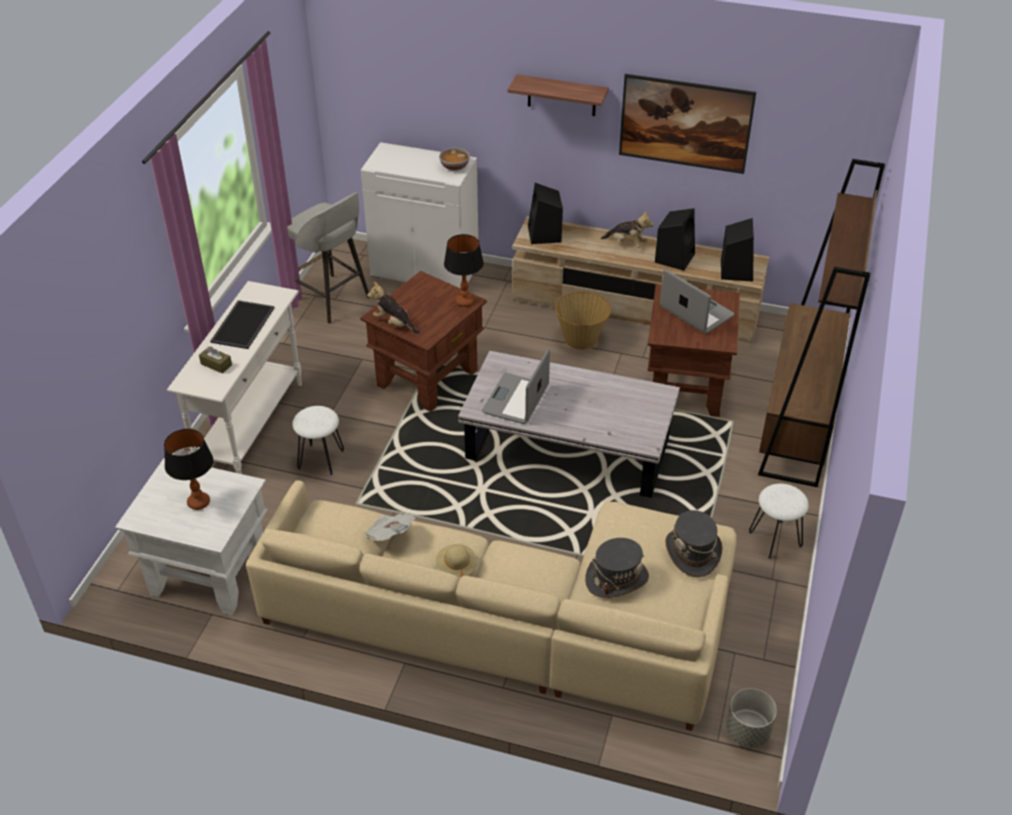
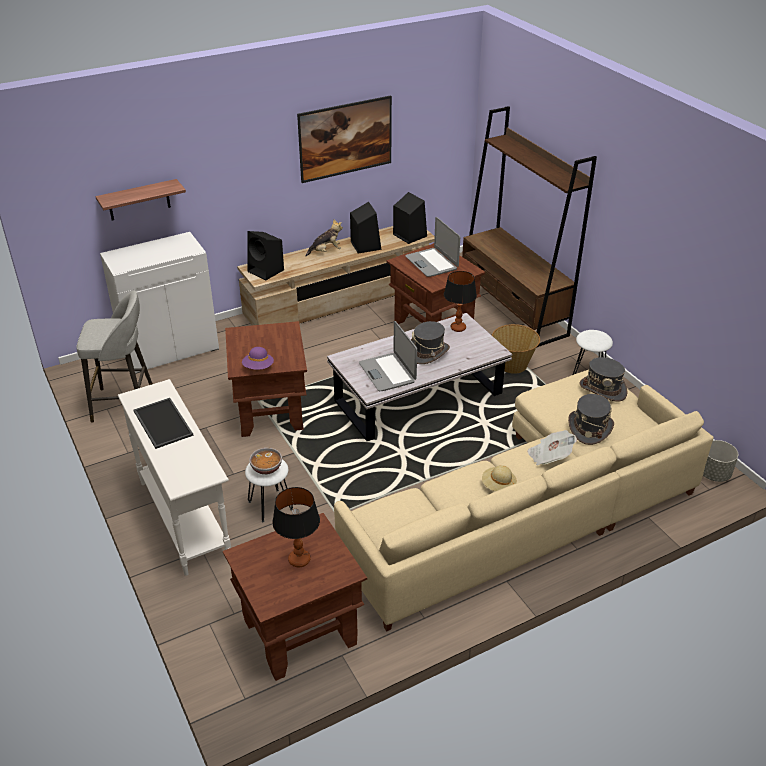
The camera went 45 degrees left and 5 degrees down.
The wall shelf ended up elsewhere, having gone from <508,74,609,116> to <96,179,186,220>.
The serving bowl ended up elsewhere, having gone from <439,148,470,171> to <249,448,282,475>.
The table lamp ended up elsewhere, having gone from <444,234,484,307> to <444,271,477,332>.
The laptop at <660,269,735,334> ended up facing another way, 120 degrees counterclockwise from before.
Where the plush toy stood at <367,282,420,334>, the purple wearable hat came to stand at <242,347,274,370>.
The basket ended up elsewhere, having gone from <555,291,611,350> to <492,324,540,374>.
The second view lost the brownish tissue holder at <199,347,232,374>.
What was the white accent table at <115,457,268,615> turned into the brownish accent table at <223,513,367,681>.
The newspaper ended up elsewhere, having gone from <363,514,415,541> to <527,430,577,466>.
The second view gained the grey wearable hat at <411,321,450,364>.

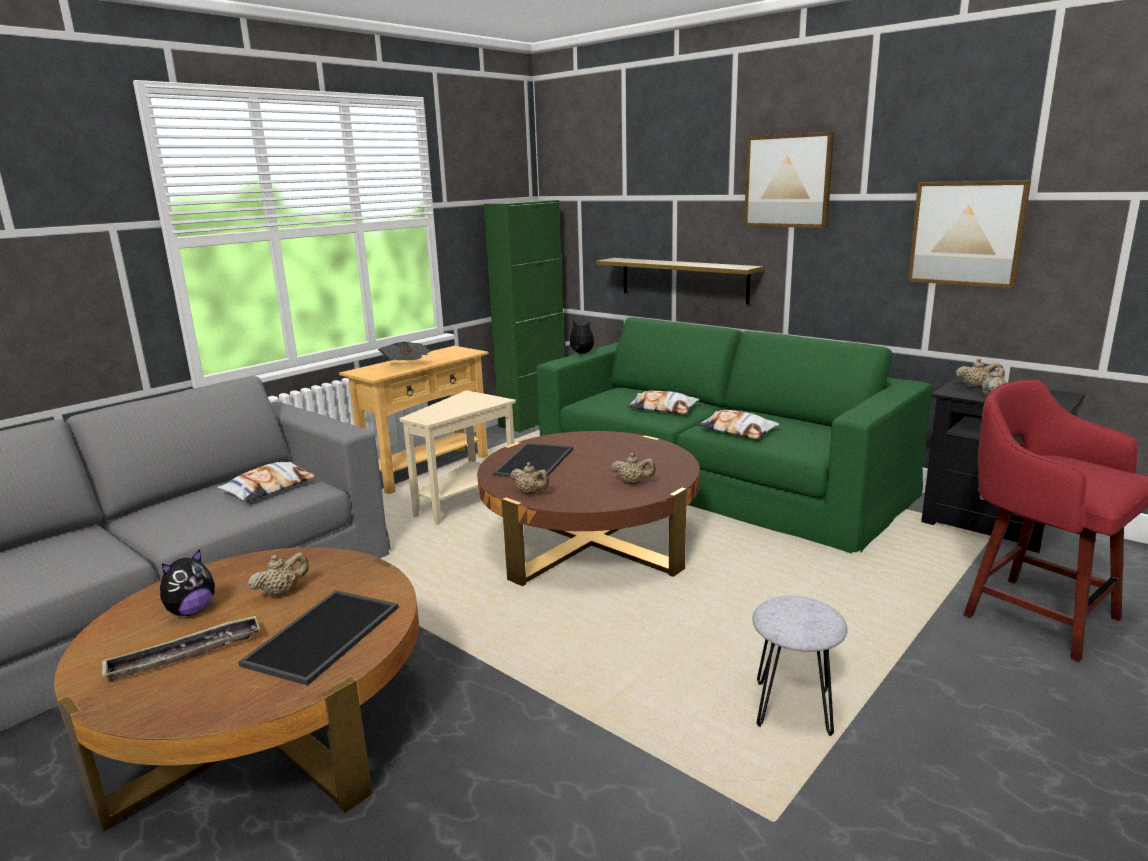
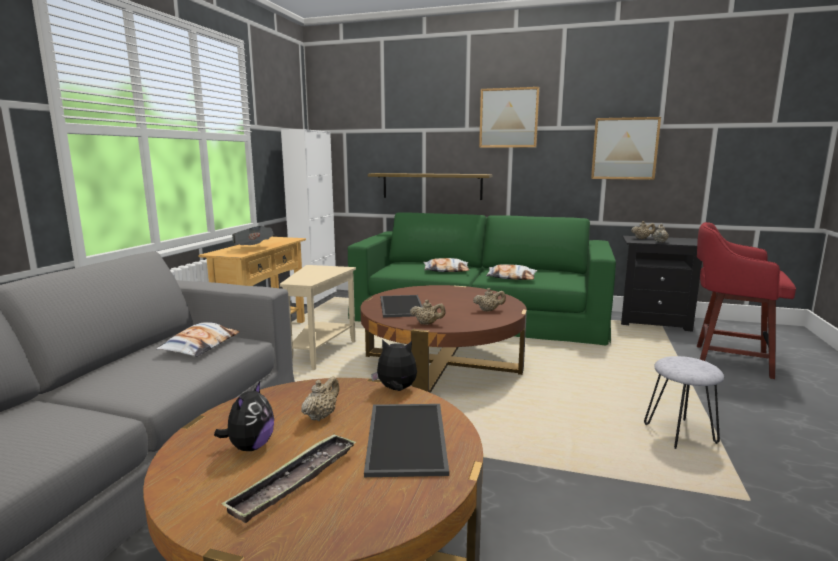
The camera went 25 degrees left and 5 degrees down.
What was the green cabinet at <484,200,565,433> turned into the white cabinet at <281,129,337,304>.
The plush toy ended up elsewhere, having gone from <565,321,594,354> to <371,339,417,391>.

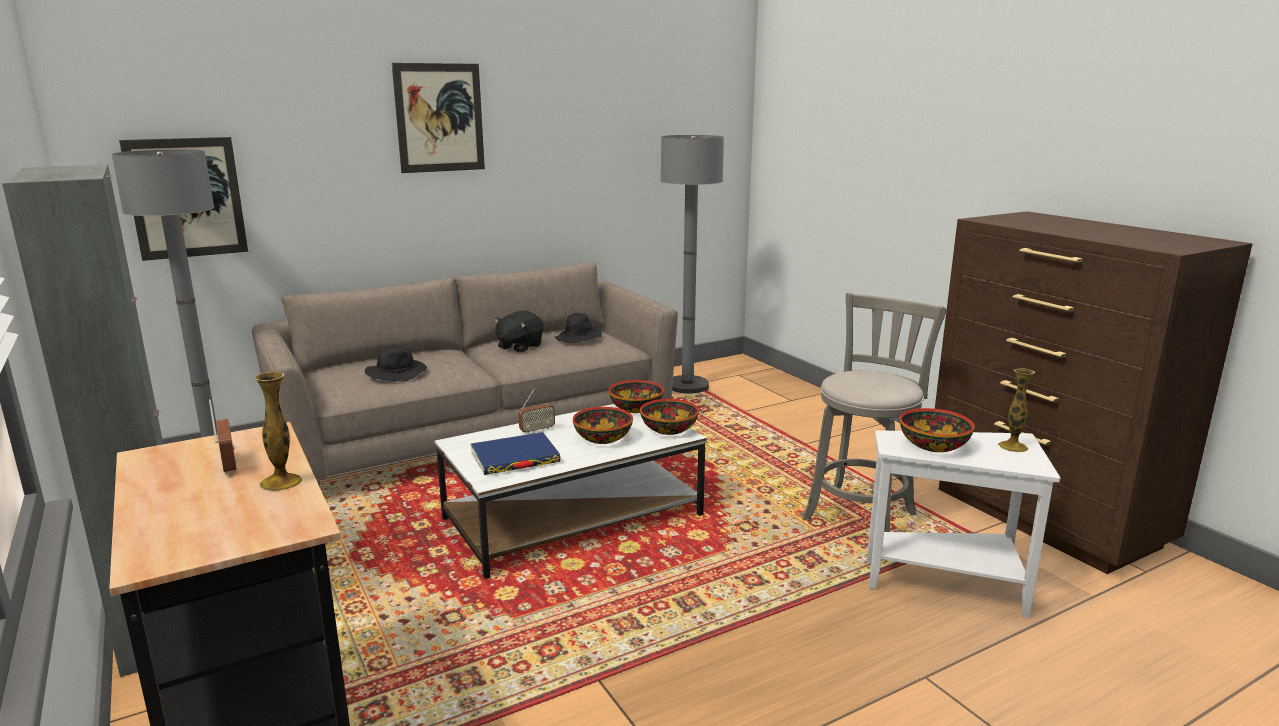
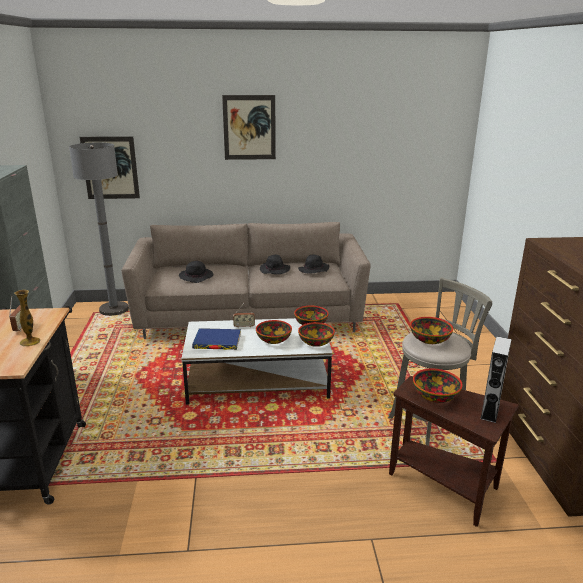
The camera went 25 degrees right and 5 degrees up.
The second view lost the grey standard lamp at <661,135,724,394>.
Where the blackish plush toy stood at <494,311,544,353>, the blackish wearable hat came to stand at <260,255,290,274>.
Where the vase stood at <998,368,1035,452>, the grey audio speaker came to stand at <480,336,511,423>.
What was the white accent table at <867,430,1060,618> turned into the brownish accent table at <389,376,519,527>.
The second view gained the serving bowl at <410,317,453,344>.

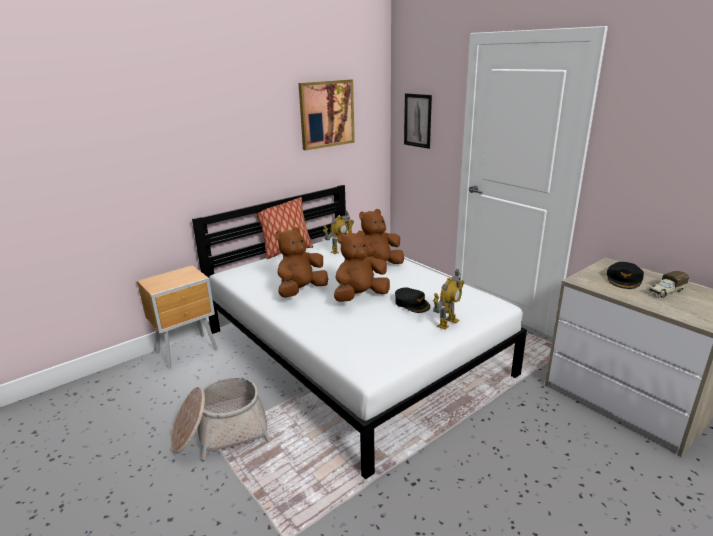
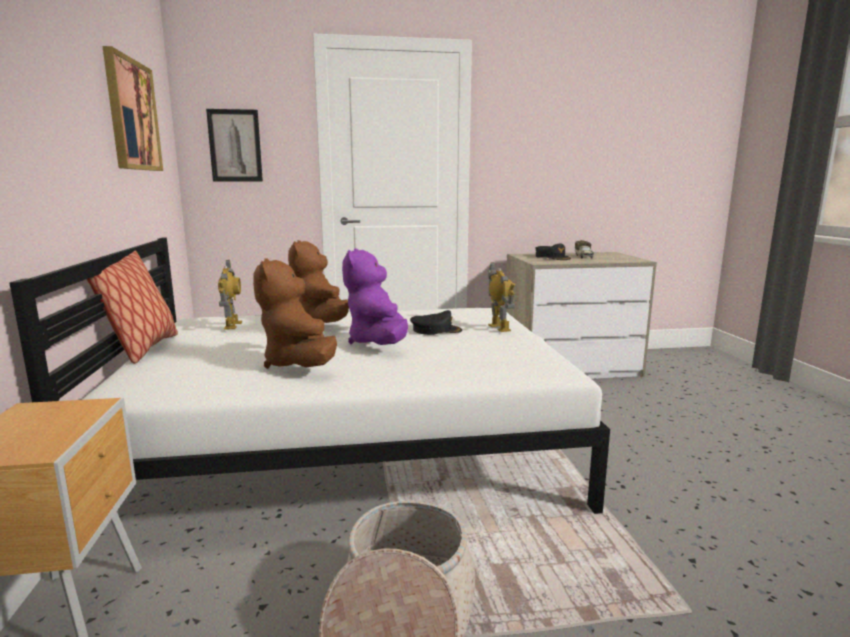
The camera went 60 degrees left and 10 degrees down.
What was the brownish plush toy at <334,230,390,302> turned into the purple plush toy at <342,248,408,345>.

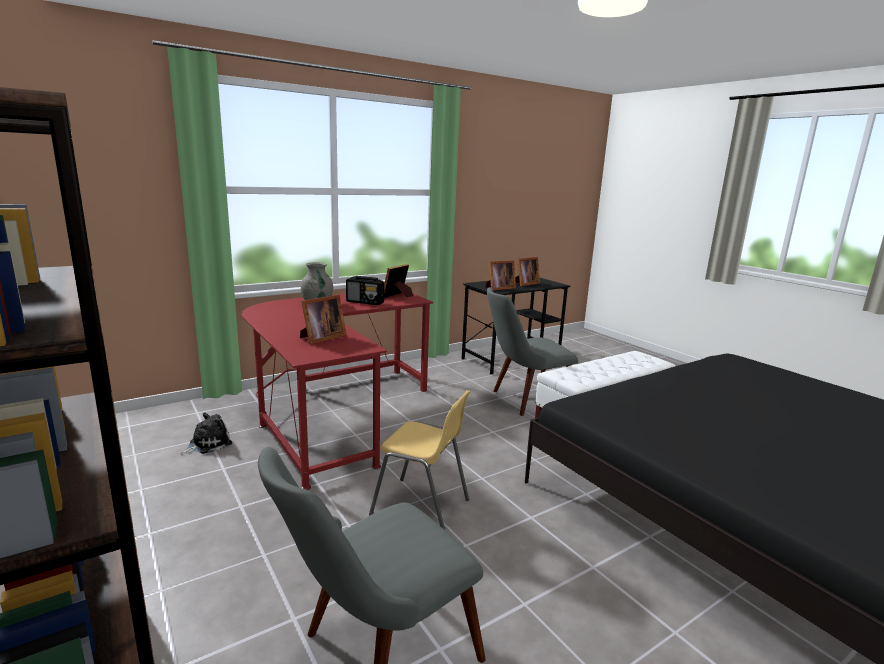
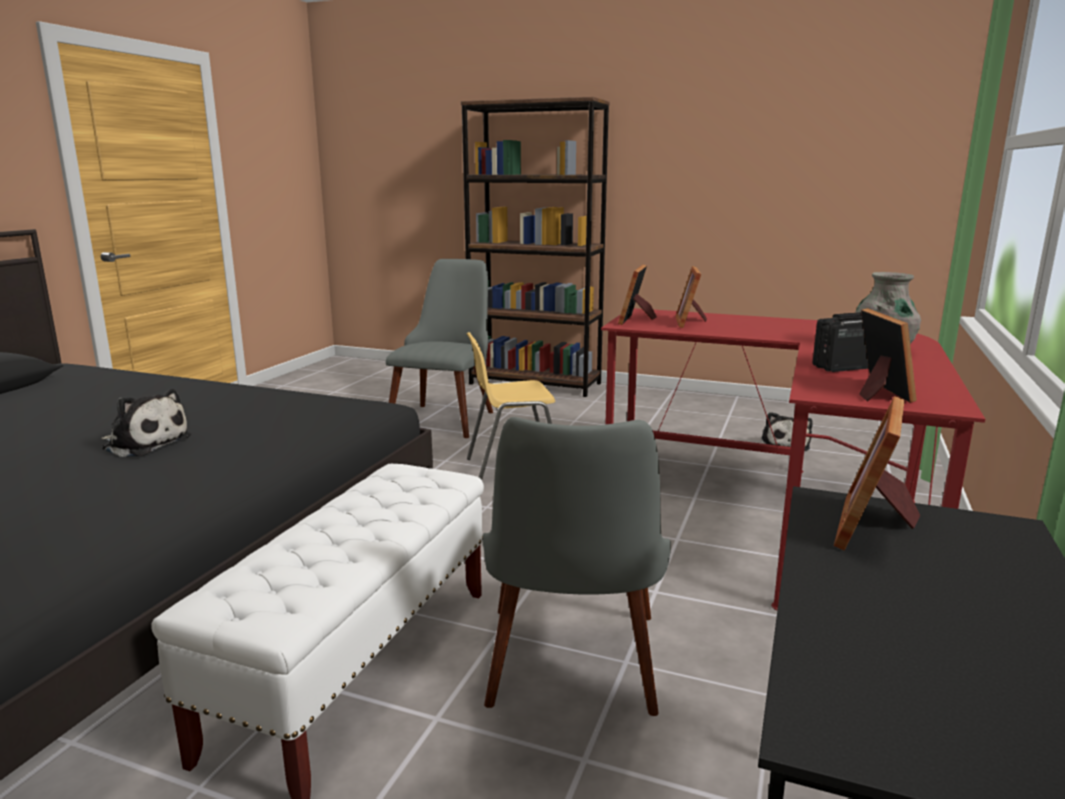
The camera went 145 degrees right and 0 degrees up.
The standing frame ended up elsewhere, having gone from <515,257,540,286> to <618,265,657,325>.
The grey plain chair at <487,287,578,416> ended up facing another way, 150 degrees clockwise from before.
The second view gained the plush toy at <101,389,191,457>.

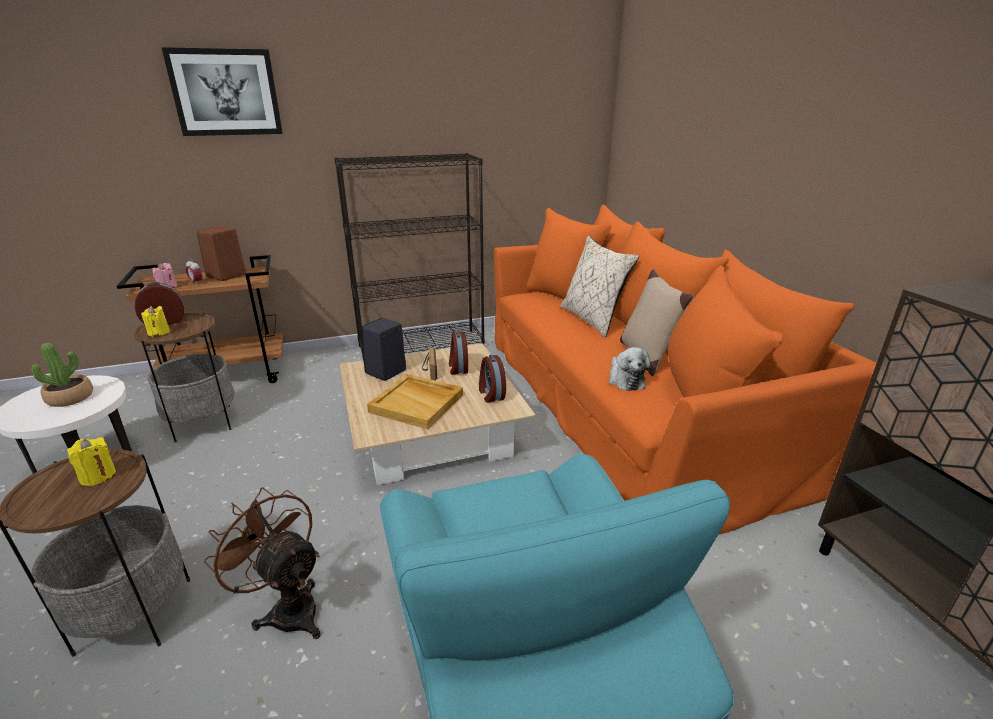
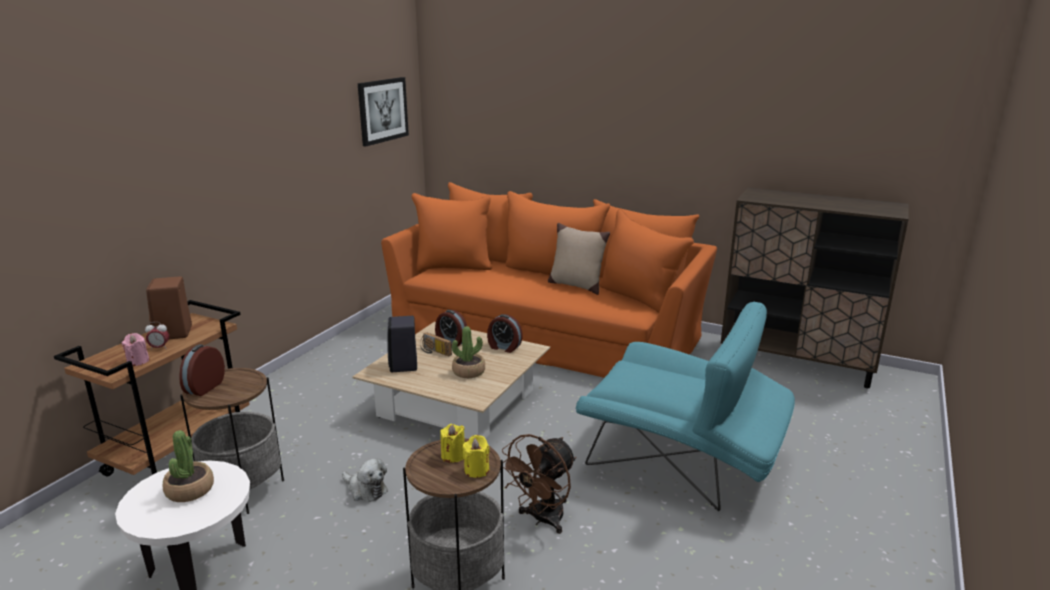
The camera went 45 degrees left and 5 degrees down.
The wall art ended up elsewhere, having gone from <161,47,283,136> to <358,77,409,146>.
The second view lost the blackish bookcase at <334,153,485,357>.
The second view lost the beige pillow at <560,236,639,338>.
The yellow-coloured wax light ended up elsewhere, having gone from <141,306,170,337> to <463,435,490,478>.
The plush toy ended up elsewhere, having gone from <609,347,651,391> to <342,458,388,502>.
Where the beige serving tray stood at <367,374,463,429>, the houseplant came to stand at <452,326,485,378>.
The brownish cooling fan at <204,487,321,639> ended up facing another way, 45 degrees counterclockwise from before.

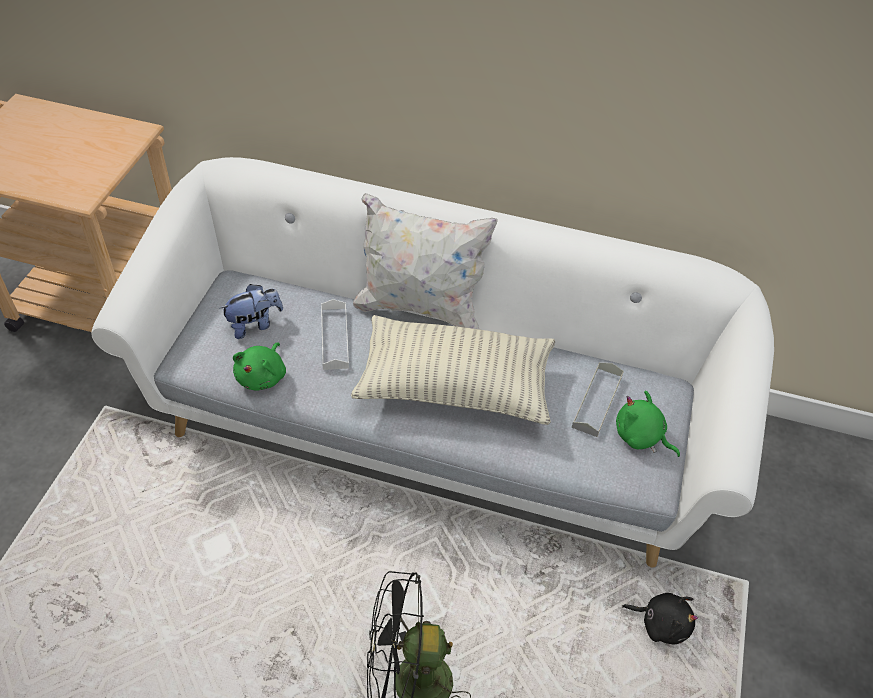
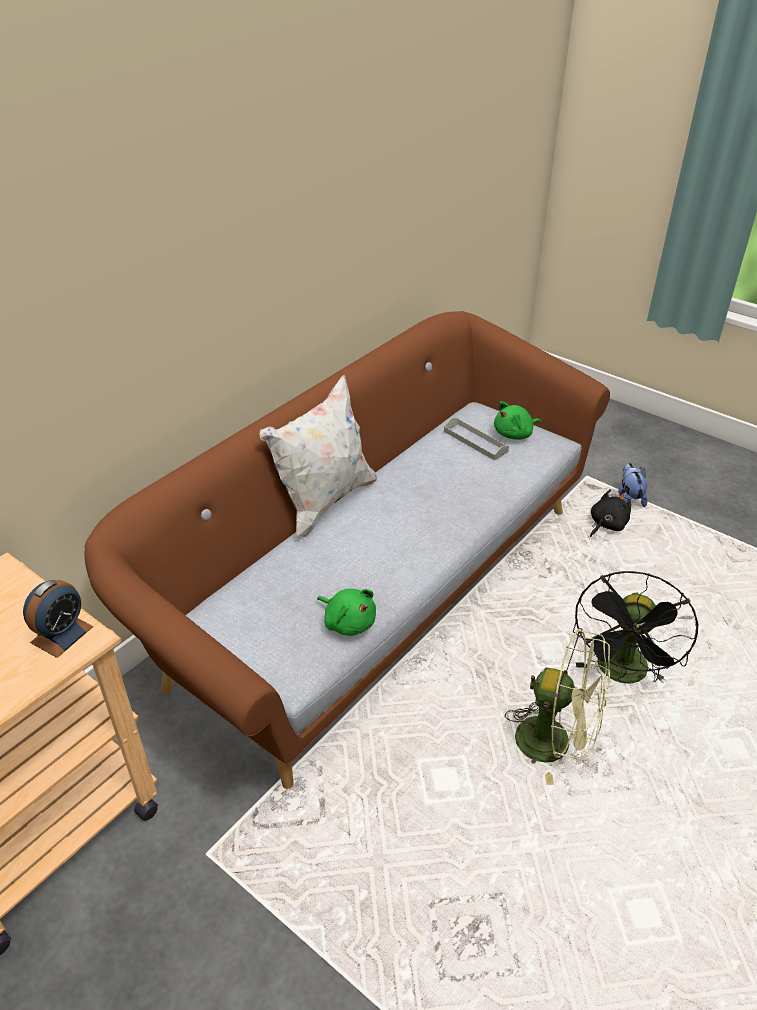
The camera went 65 degrees left and 10 degrees down.
What was the white sofa at <91,157,774,568> turned into the brownish sofa at <84,311,610,789>.
The plush toy ended up elsewhere, having gone from <219,284,283,339> to <618,463,648,507>.
The second view lost the white serving tray at <321,299,349,370>.
The second view lost the pillow at <351,315,555,425>.
The second view gained the table clock at <23,580,93,658>.
The second view gained the green cooling fan at <505,628,610,785>.

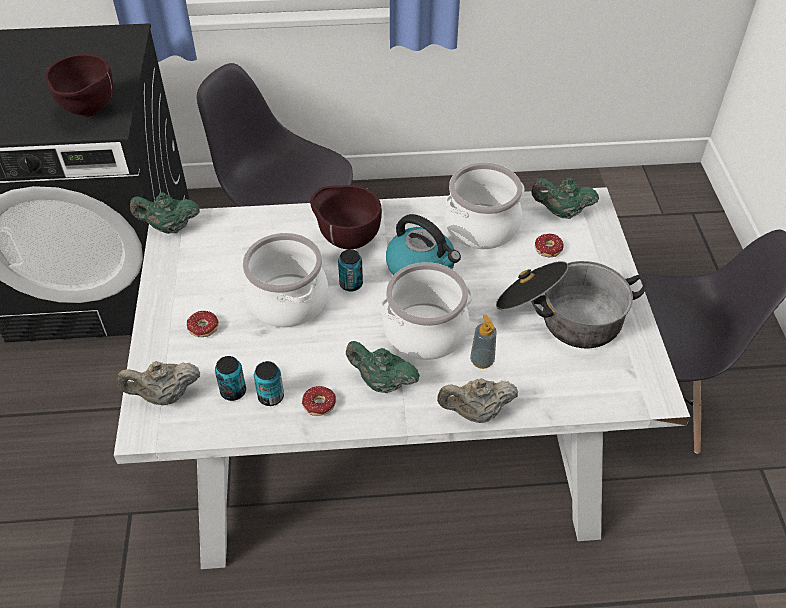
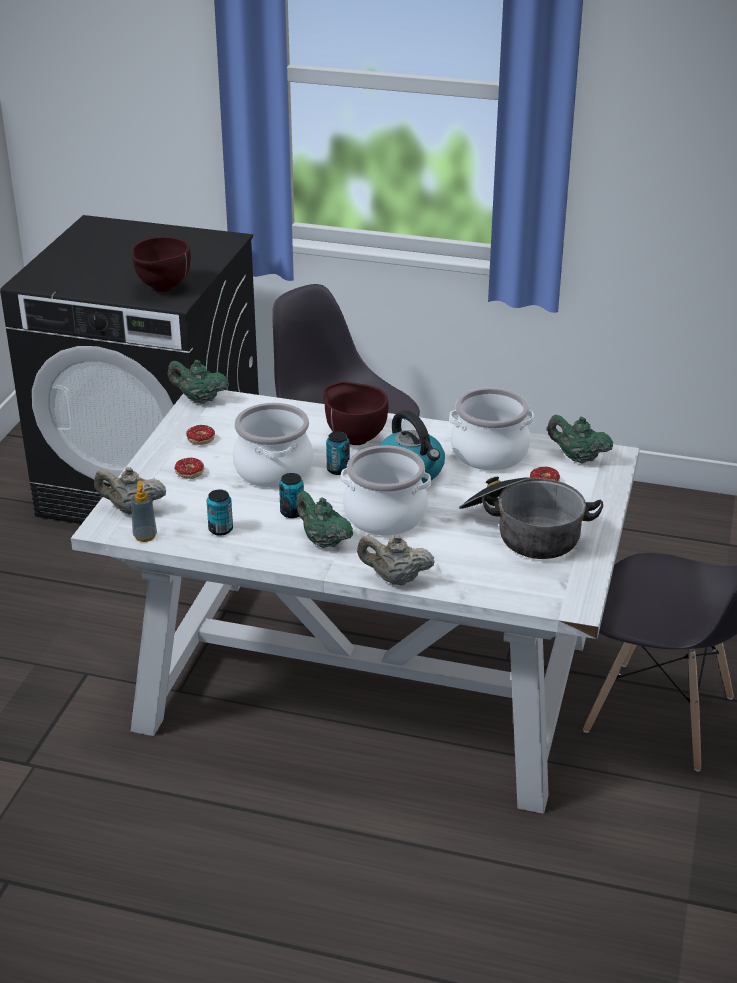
The camera went 20 degrees right and 15 degrees down.
The soap bottle ended up elsewhere, having gone from <470,315,497,369> to <131,481,157,542>.
The can ended up elsewhere, having gone from <215,356,246,401> to <279,473,304,518>.
The doughnut ended up elsewhere, having gone from <302,386,336,416> to <186,425,215,445>.

